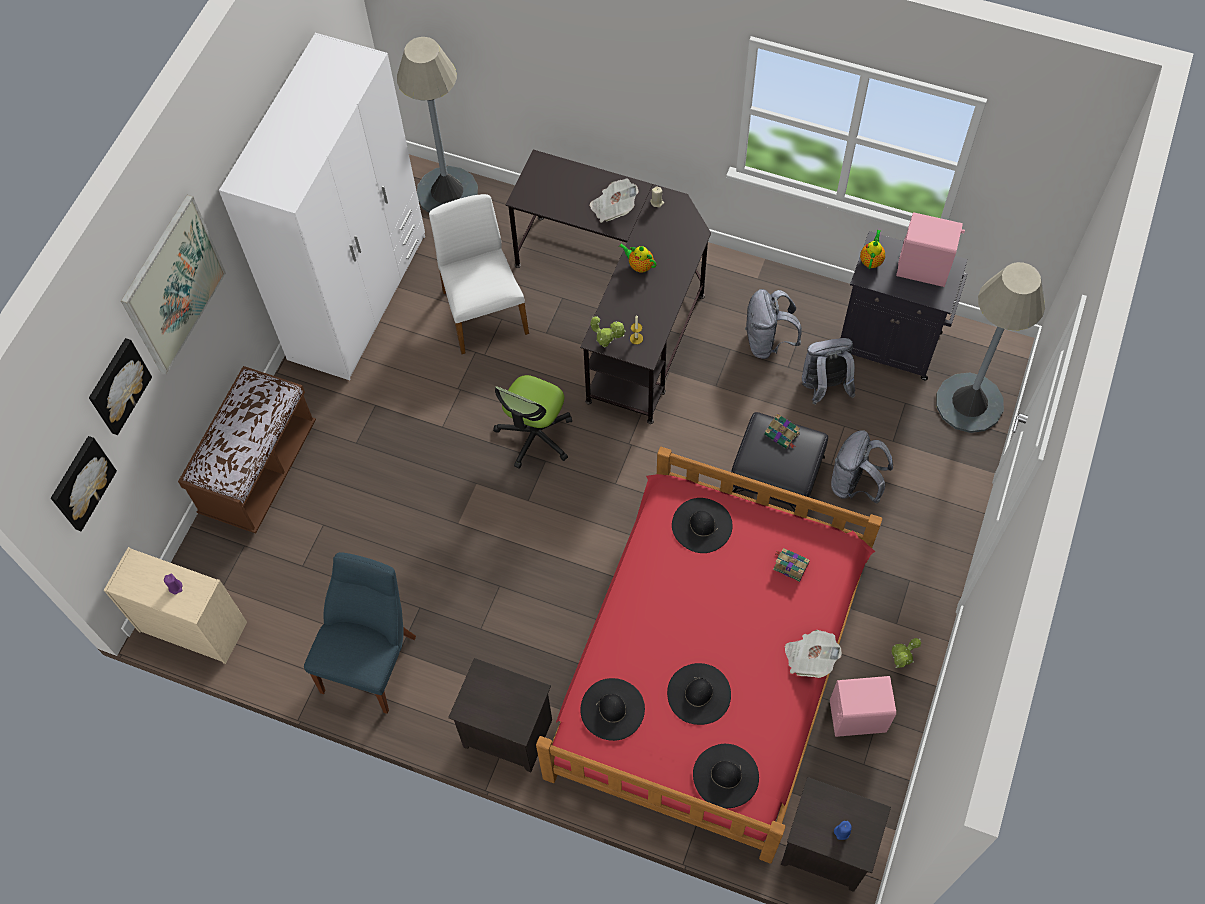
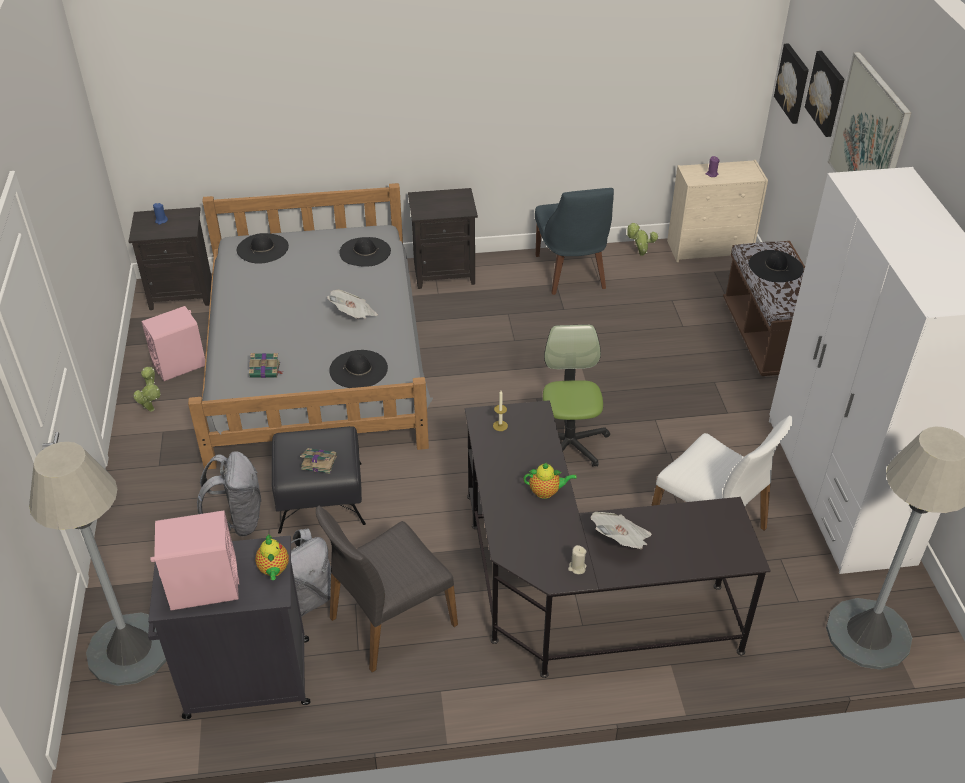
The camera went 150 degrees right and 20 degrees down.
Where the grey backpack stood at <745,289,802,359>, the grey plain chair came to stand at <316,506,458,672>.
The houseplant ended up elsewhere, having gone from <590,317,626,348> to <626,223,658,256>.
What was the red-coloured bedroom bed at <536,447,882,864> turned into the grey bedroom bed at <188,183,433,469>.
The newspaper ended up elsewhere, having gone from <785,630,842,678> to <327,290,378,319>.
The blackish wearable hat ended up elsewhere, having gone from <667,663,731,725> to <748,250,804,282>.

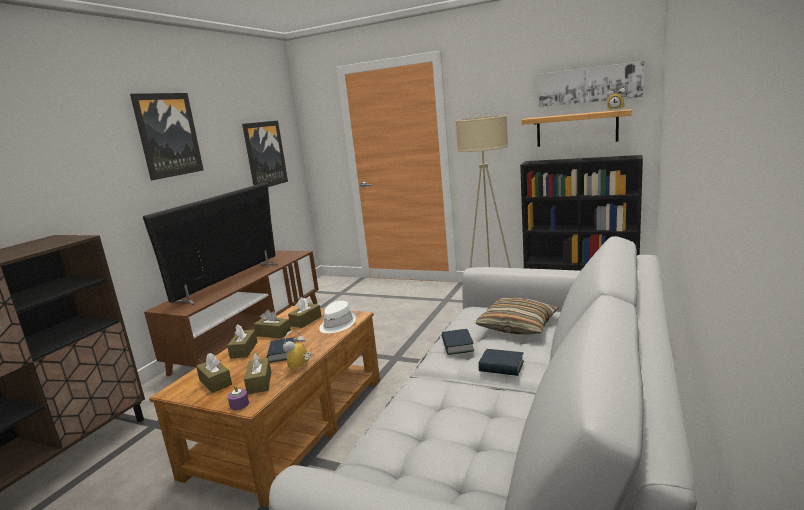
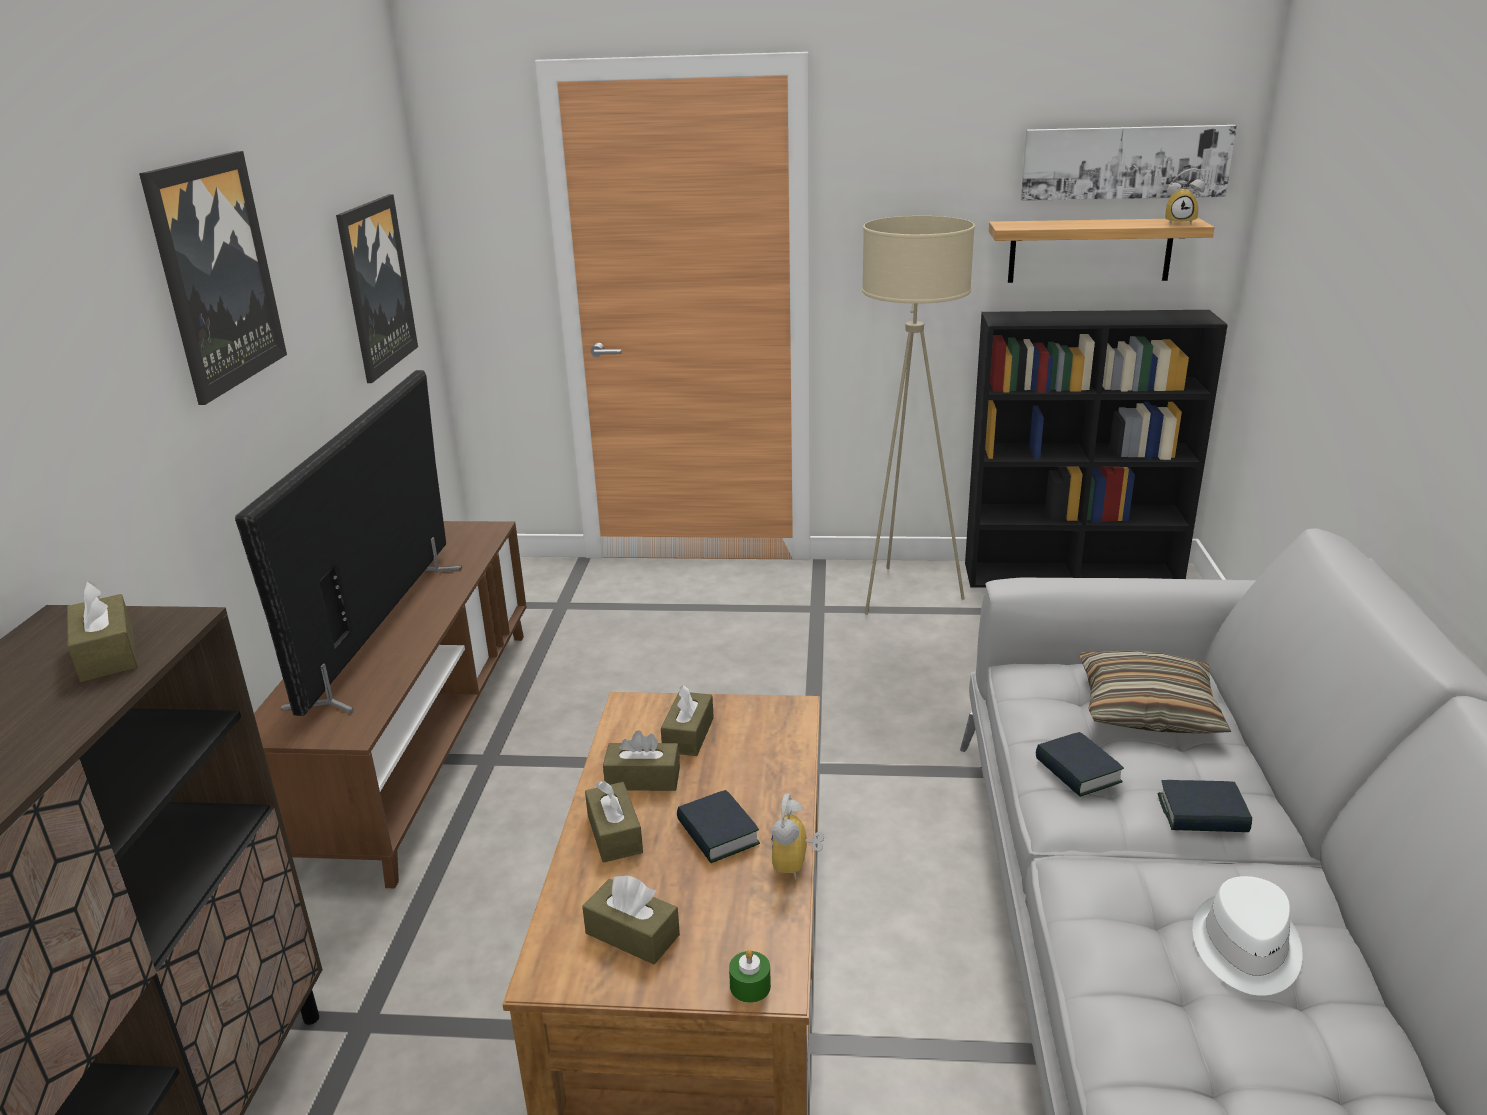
The camera went 20 degrees left and 10 degrees up.
The white wearable hat ended up elsewhere, having gone from <319,301,356,333> to <1192,876,1303,996>.
The brownish tissue holder ended up elsewhere, having gone from <244,353,271,394> to <67,581,138,682>.
What was the purple wax light at <228,385,249,410> turned into the green wax light at <729,949,771,1003>.

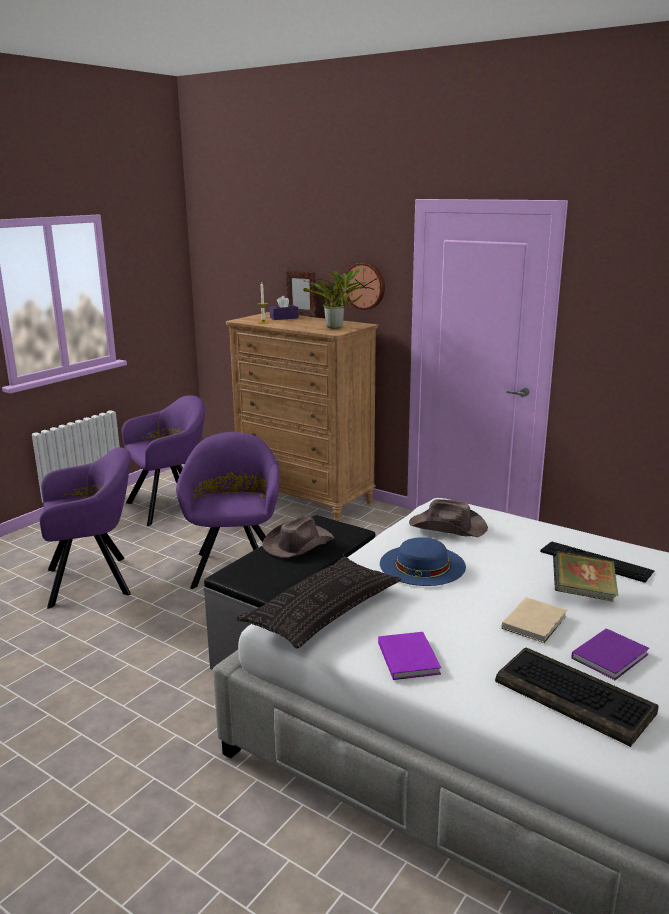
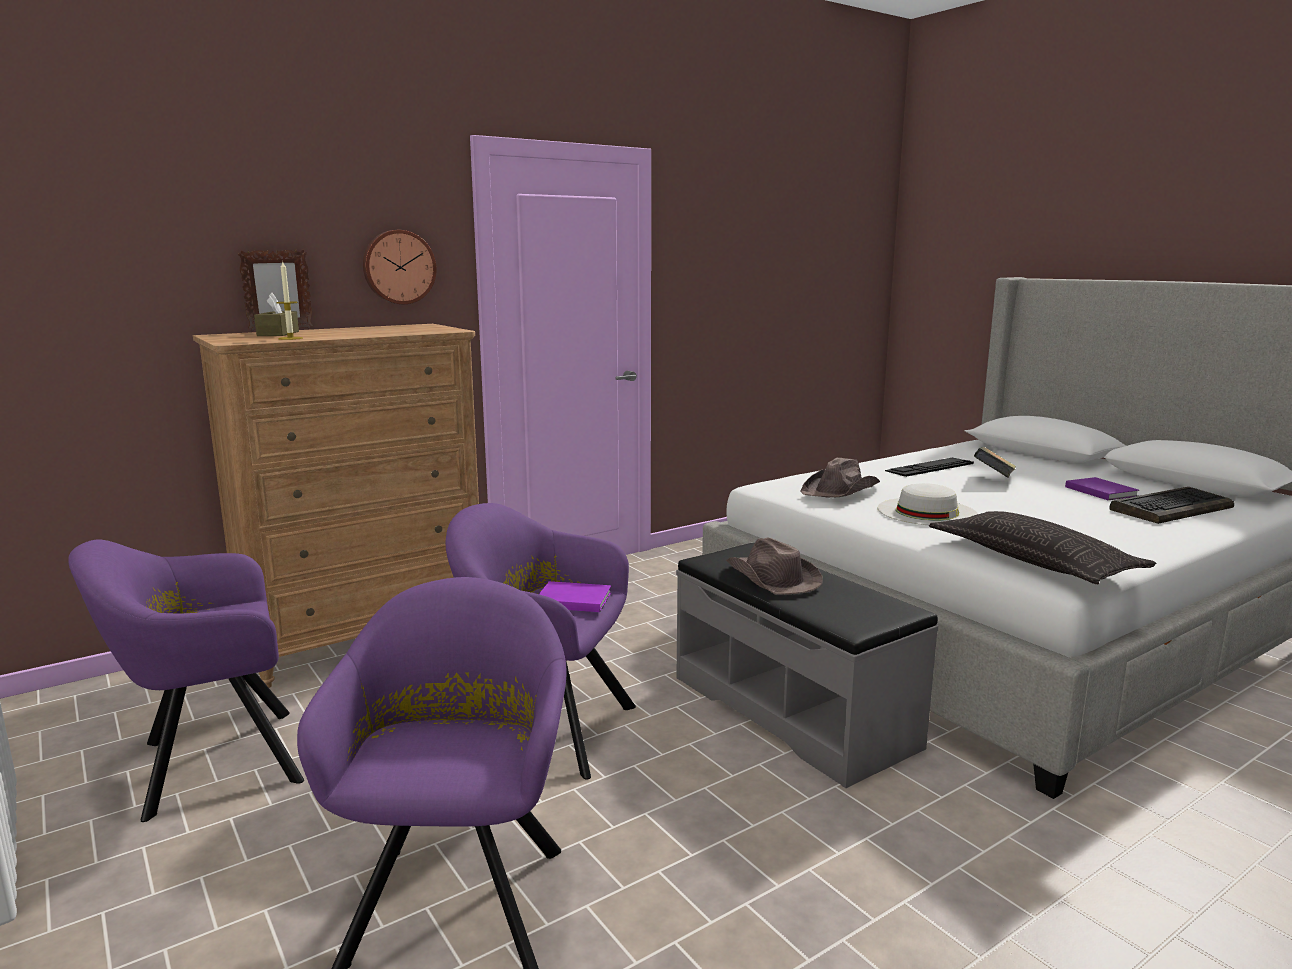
The camera went 70 degrees left and 5 degrees down.
The second view lost the houseplant at <303,267,374,329>.
What was the purple tissue holder at <270,296,298,320> turned into the brownish tissue holder at <254,293,299,336>.
The purple armchair at <122,395,205,526> ended up facing another way, 105 degrees counterclockwise from before.
What was the blue-coloured wearable hat at <380,538,466,586> turned into the white wearable hat at <878,483,978,525>.
The second view lost the beige bound book at <502,597,567,643>.
The purple bound book ended up elsewhere, having gone from <378,632,441,680> to <539,581,611,612>.

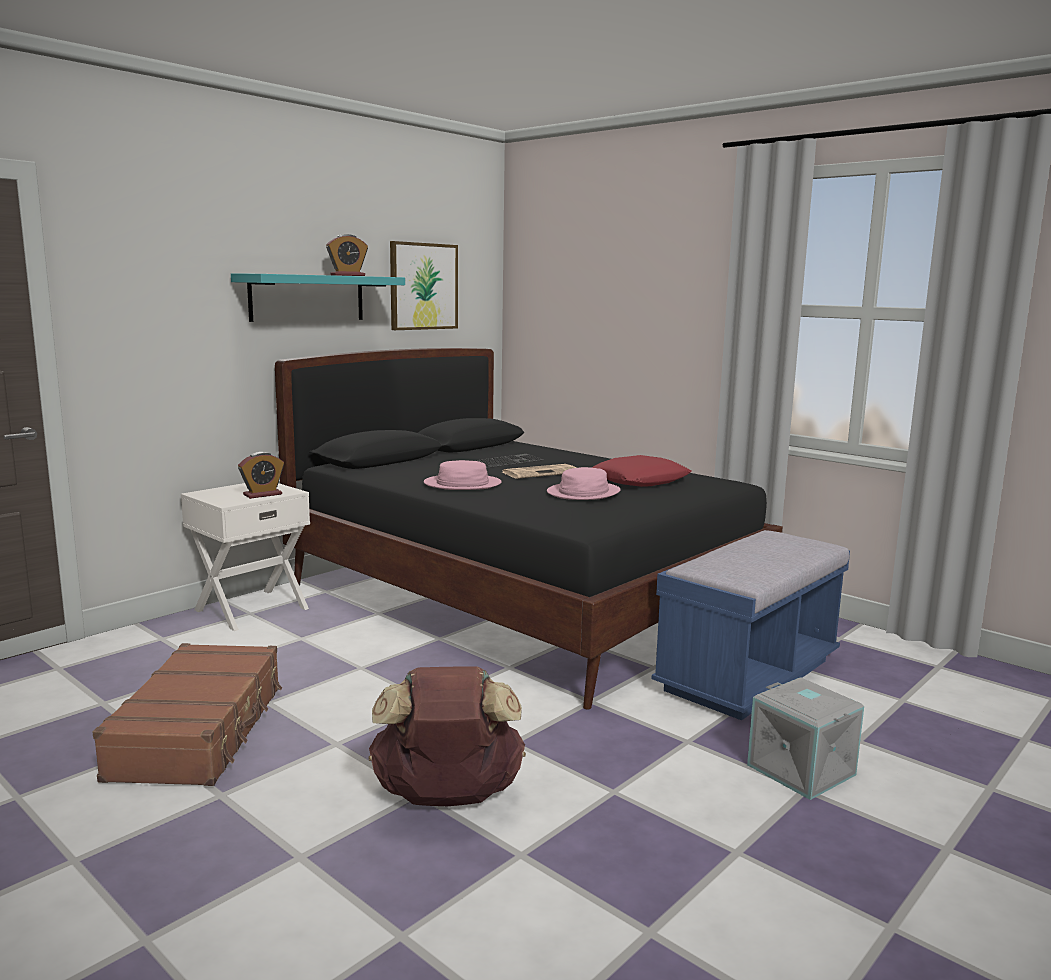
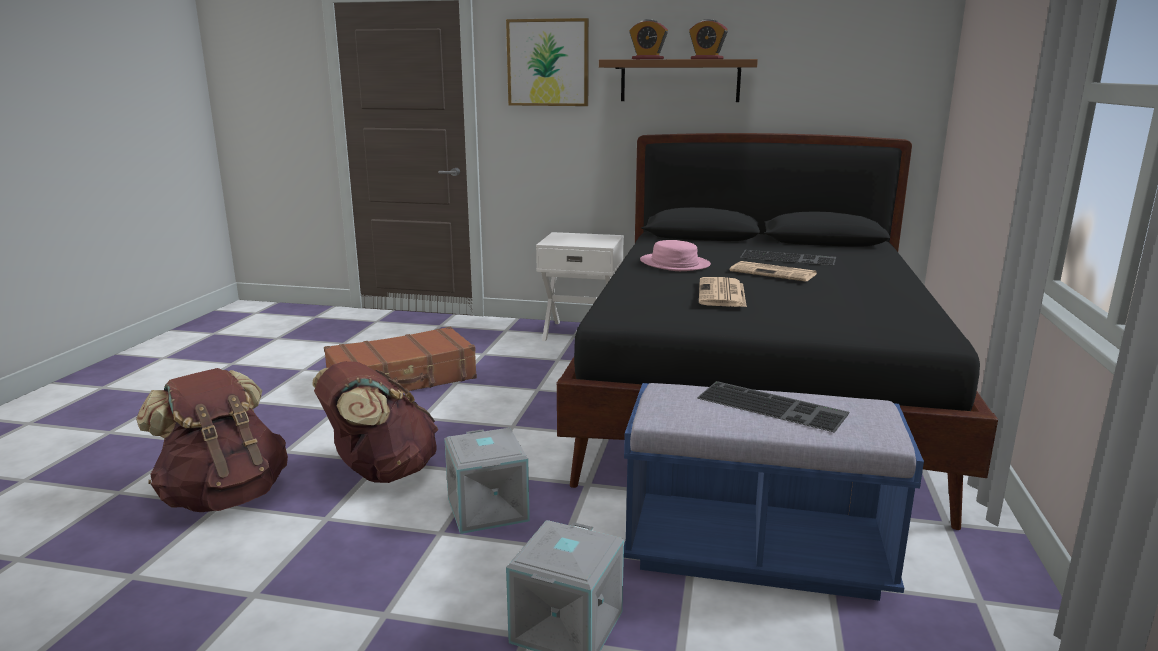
The camera went 60 degrees right and 5 degrees up.
The wall art ended up elsewhere, having gone from <390,241,458,330> to <506,18,589,106>.
What was the blue-green wall shelf at <231,273,405,322> turned into the brownish wall shelf at <599,59,758,102>.
The table clock ended up elsewhere, having gone from <238,452,284,499> to <629,19,668,59>.
The second view lost the red-coloured pillow at <592,455,691,487>.
Where the pinkish wearable hat stood at <547,467,620,500>, the newspaper came to stand at <699,277,747,307>.
The second view gained the brownish backpack at <136,368,288,512>.
The second view gained the computer keyboard at <697,381,849,433>.
The second view gained the grey storage container at <444,428,530,534>.

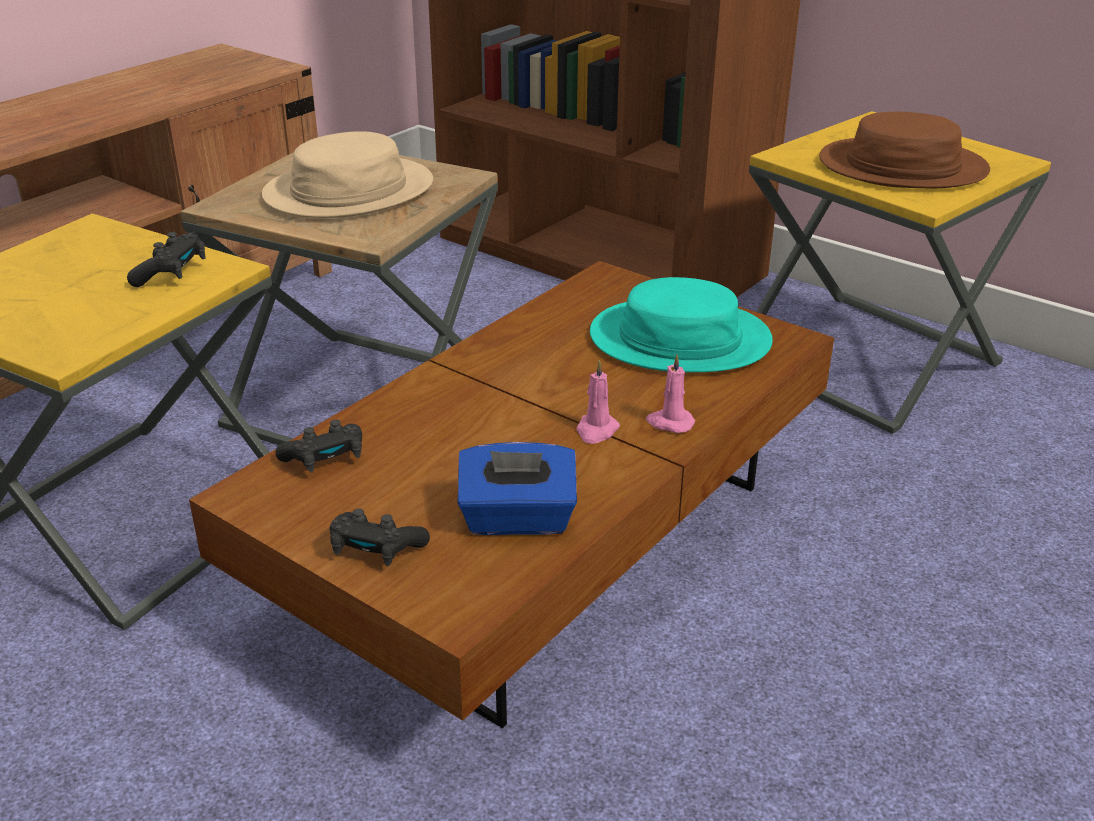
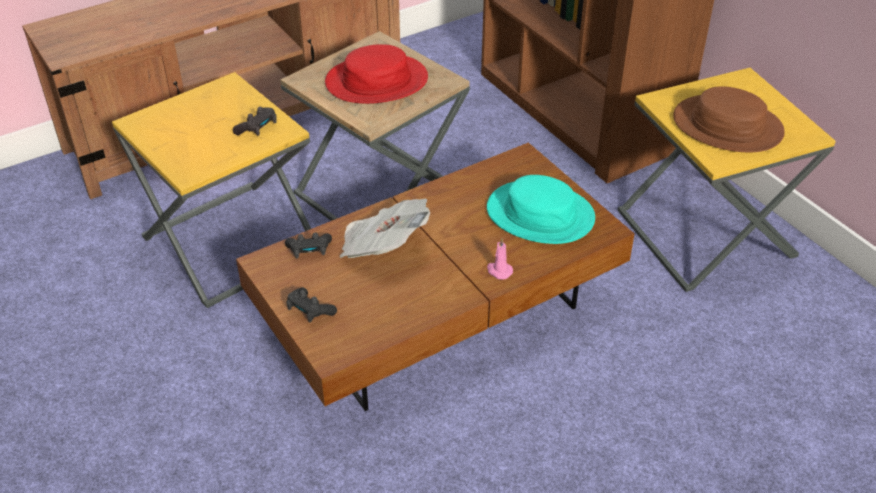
The camera went 20 degrees right and 10 degrees up.
What was the beige wearable hat at <262,131,433,218> turned into the red-coloured wearable hat at <325,44,428,104>.
The second view lost the pinkish wax light at <576,360,620,444>.
The second view lost the blue-coloured tissue holder at <458,442,577,535>.
The second view gained the newspaper at <340,199,430,258>.

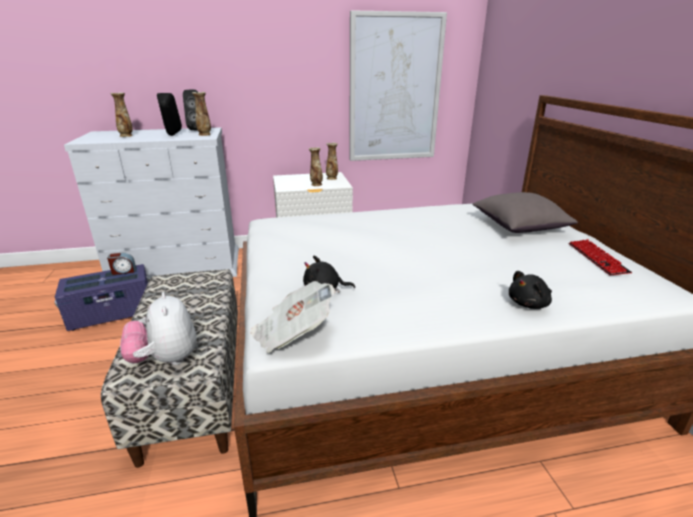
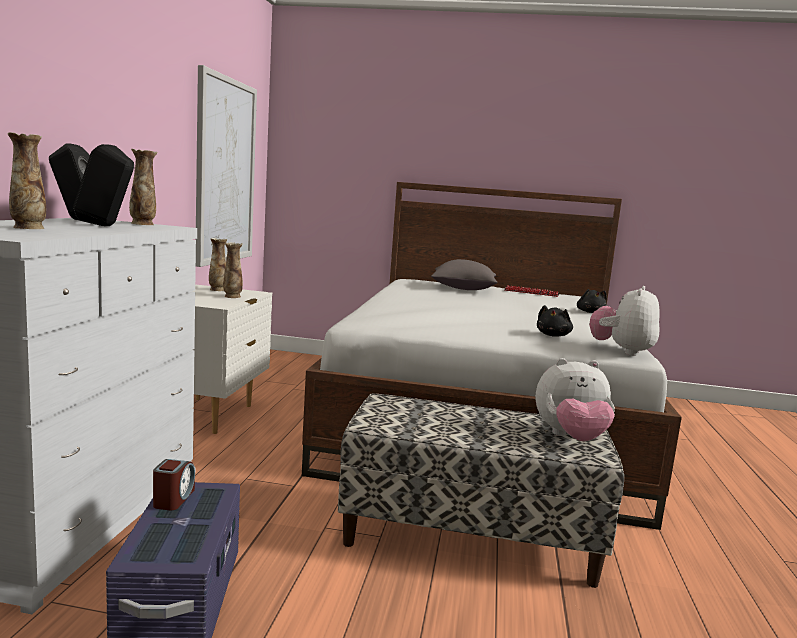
The camera went 70 degrees left and 15 degrees down.
Where the newspaper stood at <250,281,336,353>, the plush toy came to stand at <590,286,660,356>.

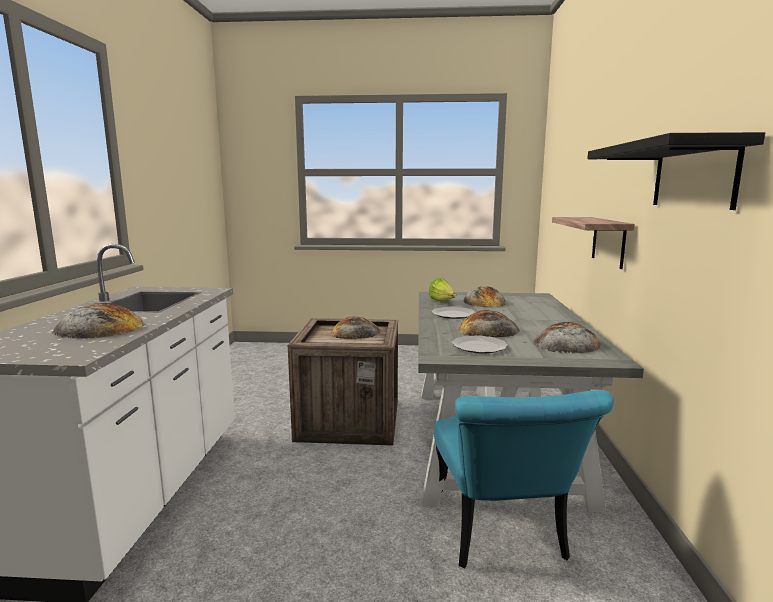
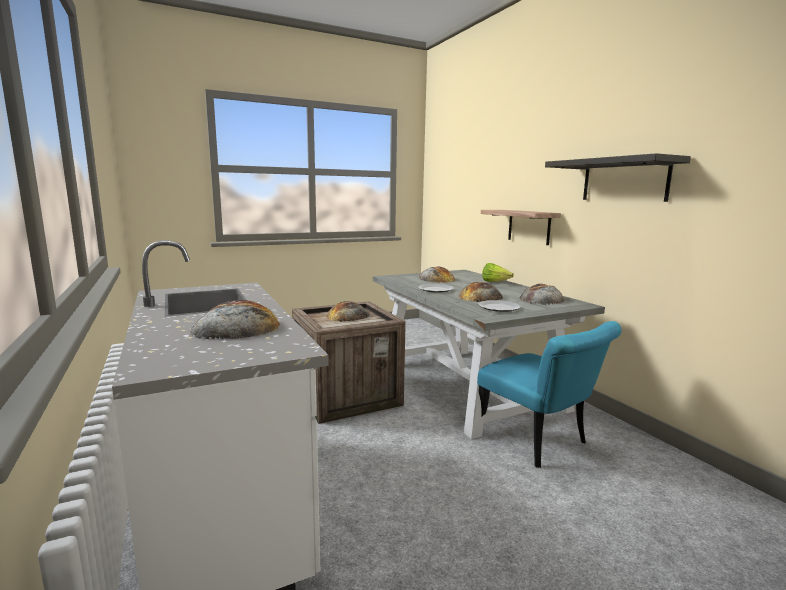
The camera went 30 degrees left and 0 degrees up.
The head of lettuce ended up elsewhere, having gone from <429,278,456,301> to <482,263,514,282>.

